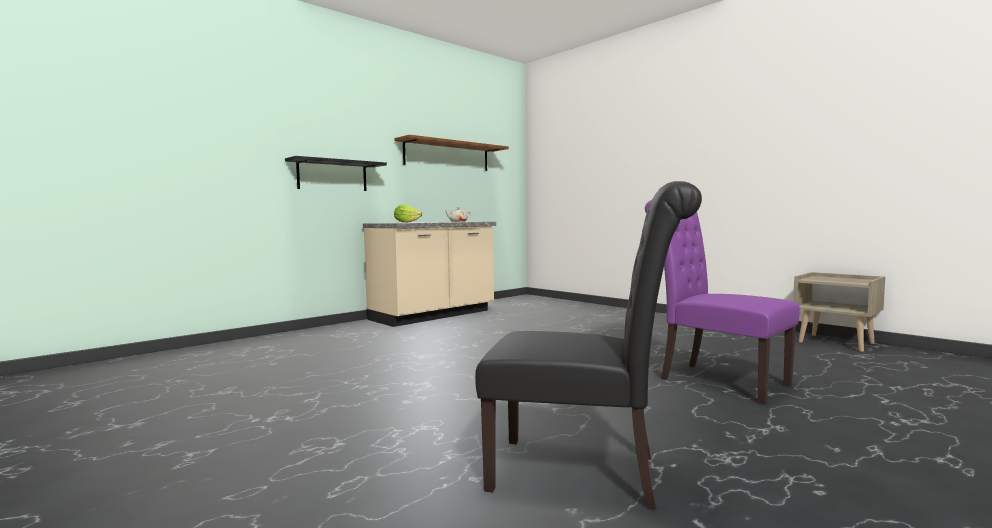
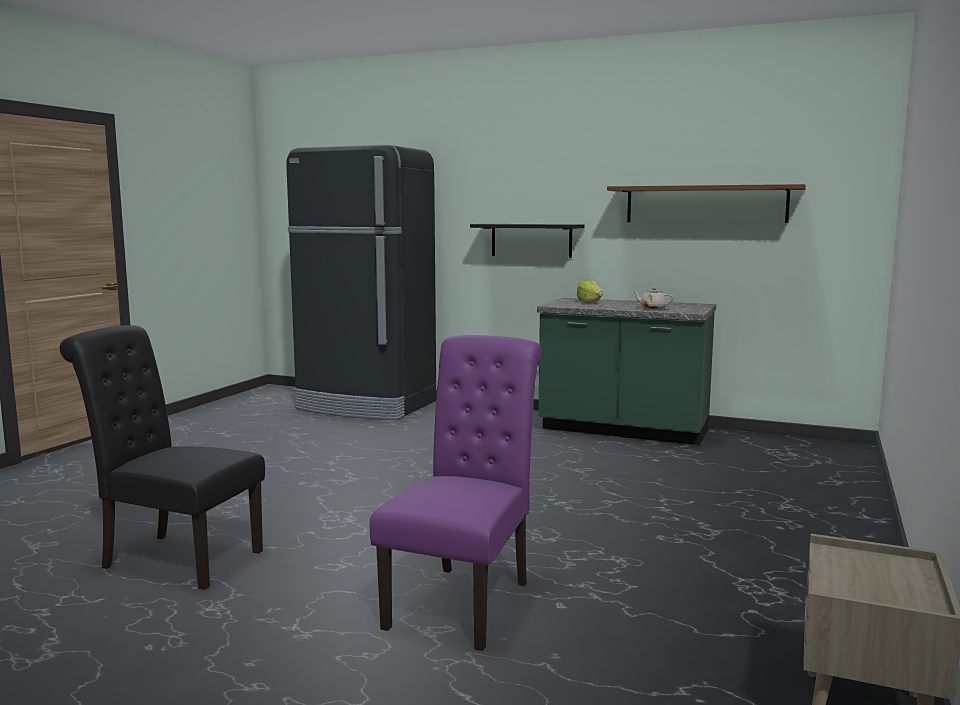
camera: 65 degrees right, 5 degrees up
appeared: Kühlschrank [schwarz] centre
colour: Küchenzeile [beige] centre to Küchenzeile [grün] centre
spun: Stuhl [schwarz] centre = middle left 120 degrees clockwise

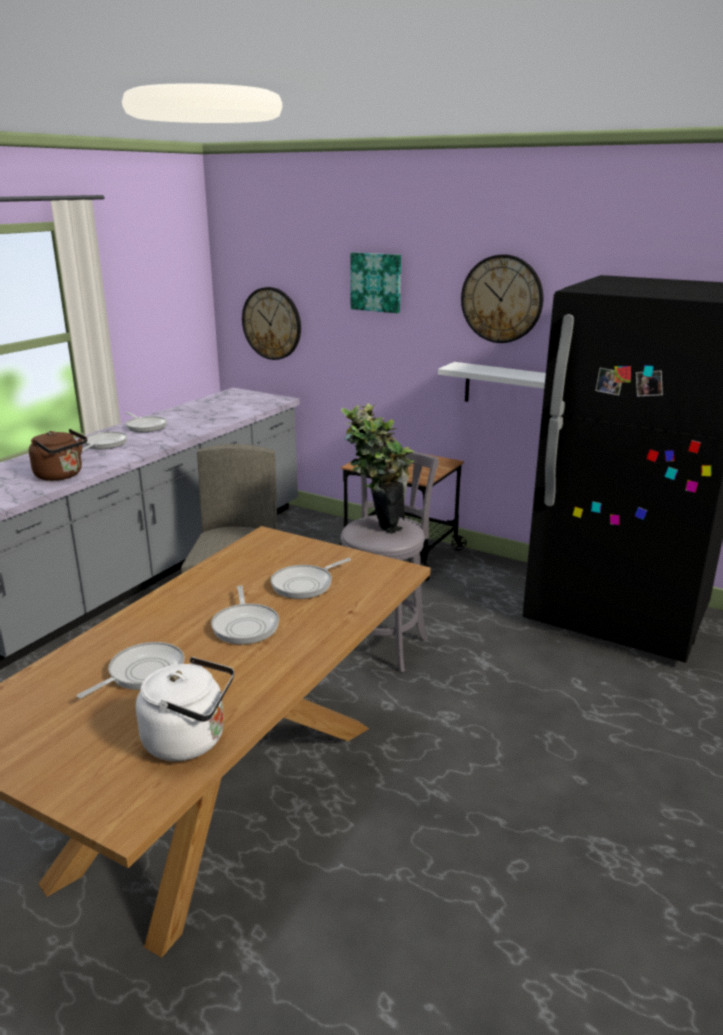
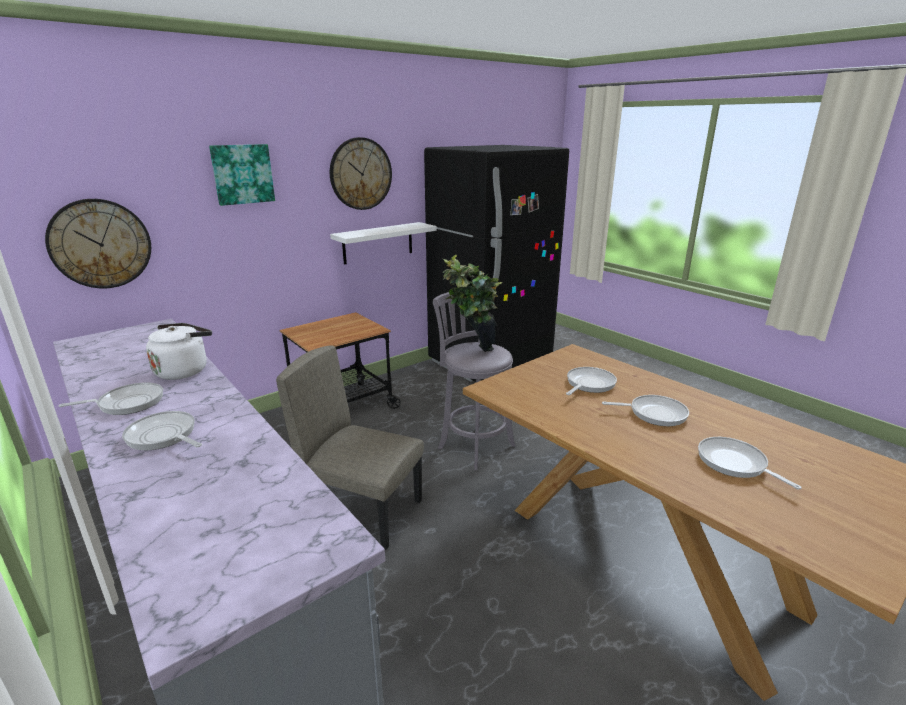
camera: 70 degrees left, 0 degrees up
missing: Wasserkessel [braun] middle left
relocated: Wasserkessel [weiß] bottom left to middle left
spun: Pfanne (no. 5 from left in the first image) centre = centre 120 degrees counterclockwise

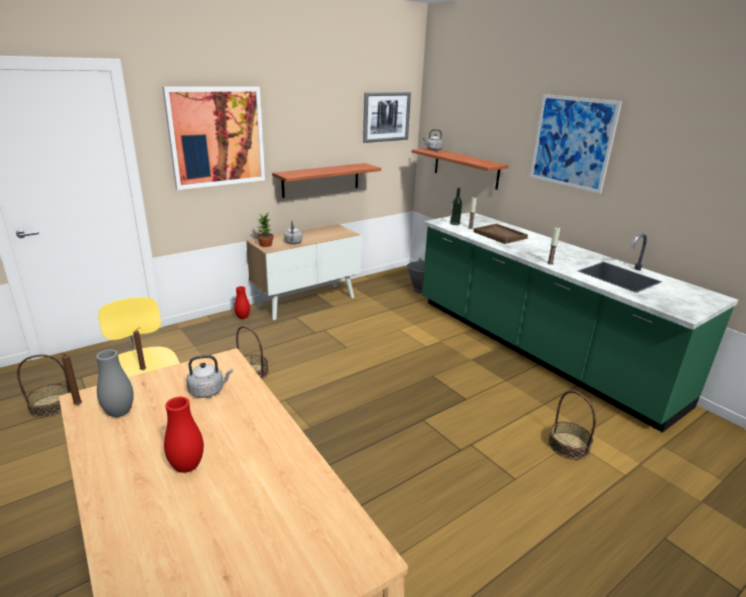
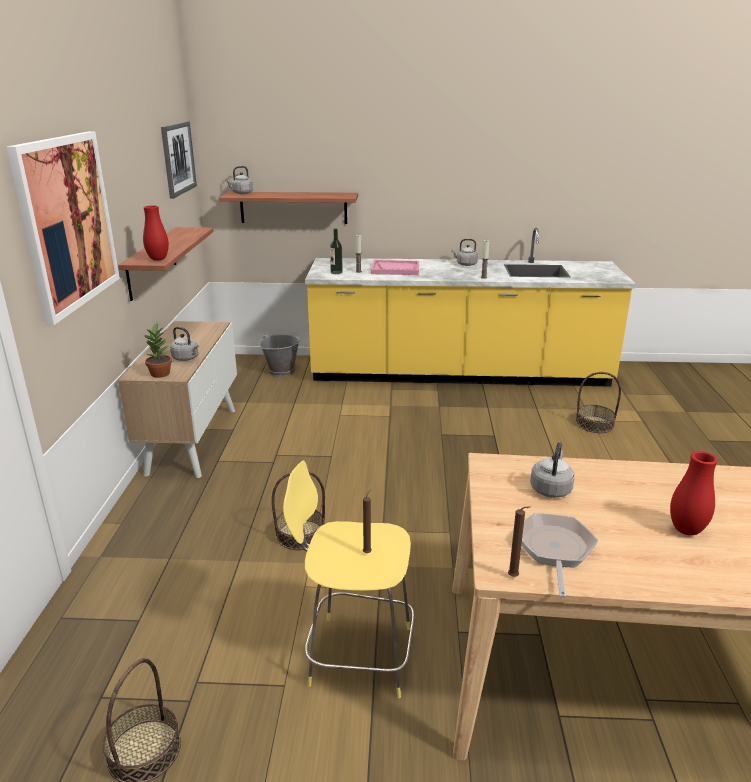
camera: 50 degrees left, 0 degrees up
missing: Bild (no. 3 from left) top right
appeared: Wasserkessel [grau] (no. 3 from left) top centre
relocated: Vase [rot] (no. 2 from left in the first image) middle left to Vase [rot] (no. 1 from left) top left
exchanged: Vase [grau] middle left to Pfanne bottom right
colour: Küchenzeile [grün] middle right to Küchenzeile [gelb] centre; Tablett [braun] middle right to Tablett [rosa] centre

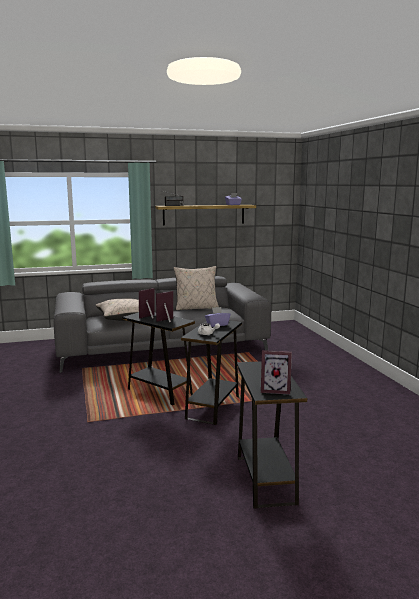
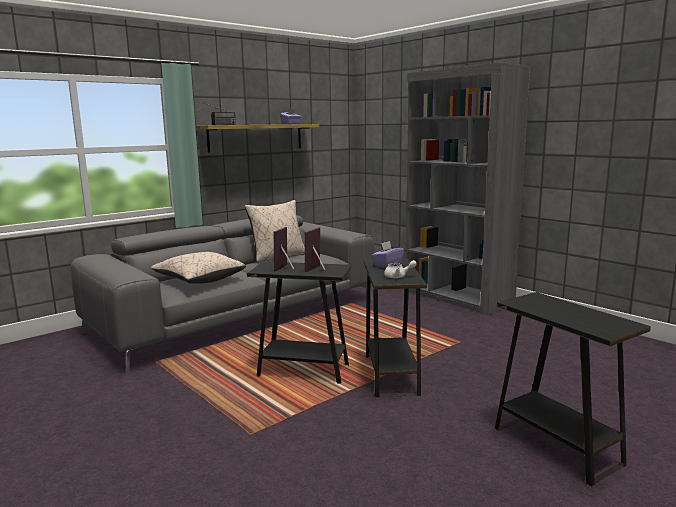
camera: 25 degrees left, 0 degrees up
missing: Bilderrahmen (no. 3 from left) centre
appeared: Bücherregal [grau] middle right

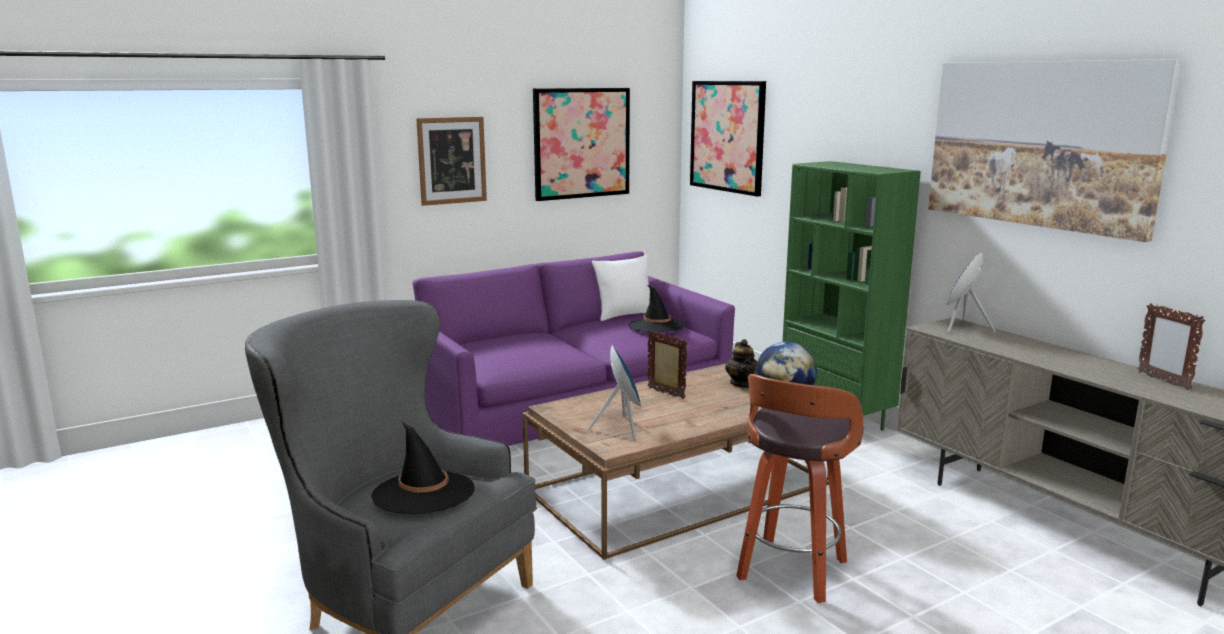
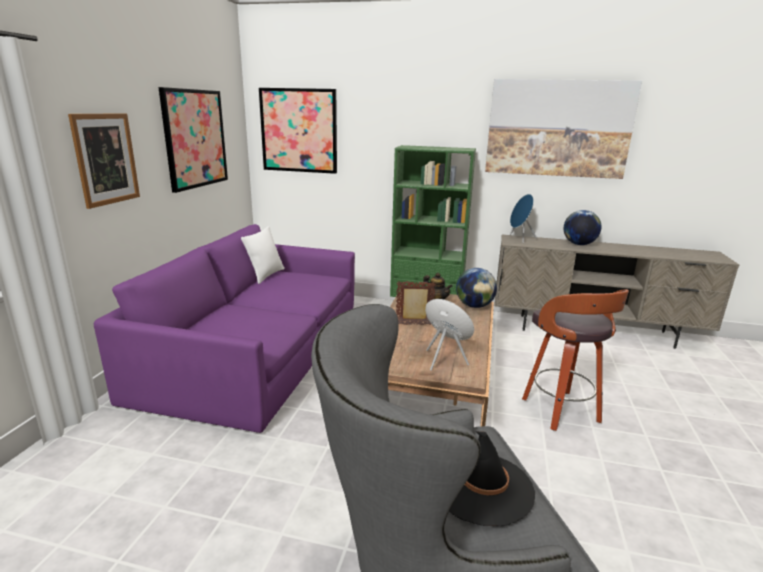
camera: 45 degrees left, 5 degrees up
missing: Hut [schwarz] (no. 2 from left) centre; Bilderrahmen (no. 2 from left) middle right
appeared: Globus (no. 2 from left) middle right

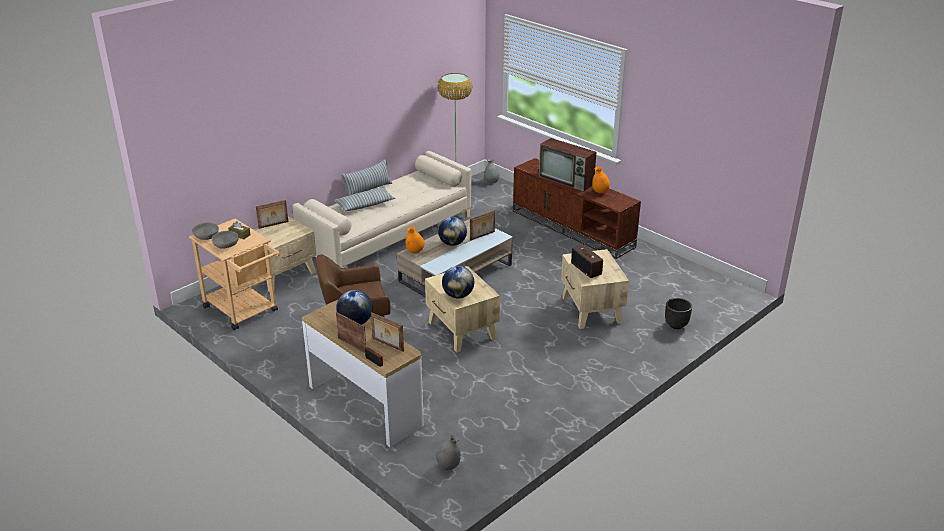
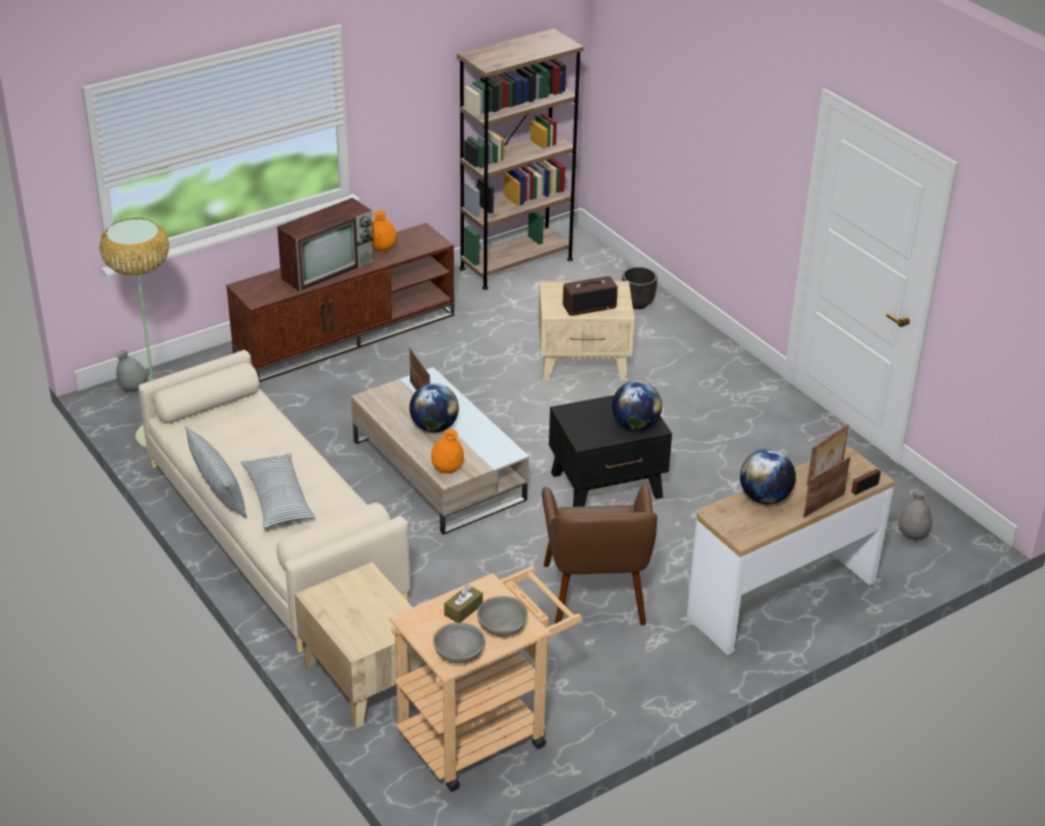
camera: 80 degrees left, 5 degrees up
missing: Bilderrahmen (no. 1 from left) middle left
appeared: Bücherregal [braun] top centre
colour: Beistelltisch [beige] (no. 2 from left) centre to Beistelltisch [schwarz] centre

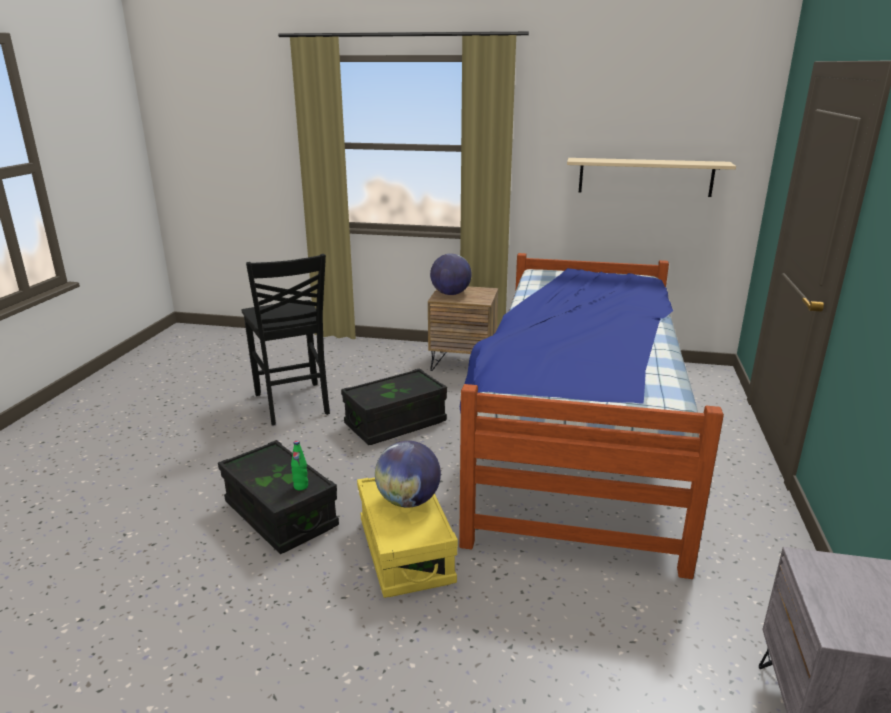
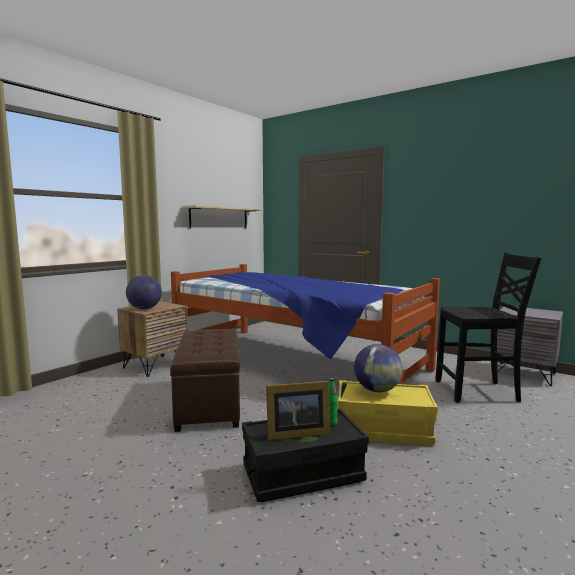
camera: 65 degrees left, 15 degrees down
appeared: Bilderrahmen bottom centre
relocated: Stuhl [schwarz] middle left to middle right
exchanged: Aufbewahrungsbox [schwarz] (no. 2 from left) centre to Polsterhocker [braun] centre

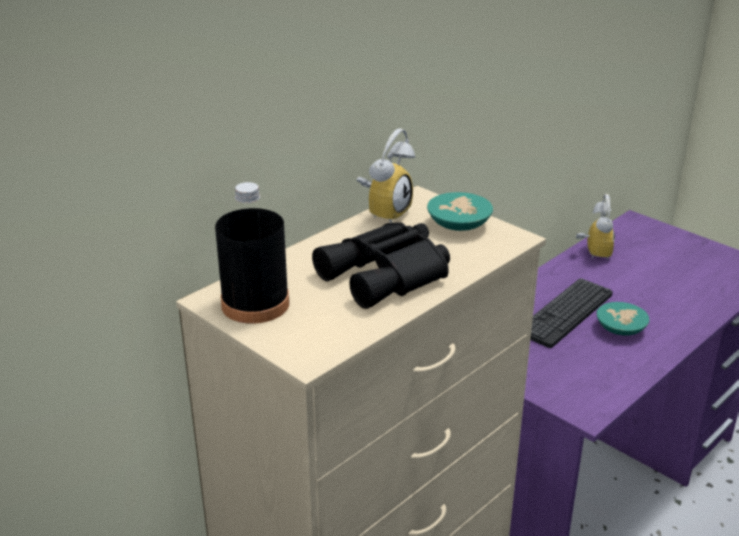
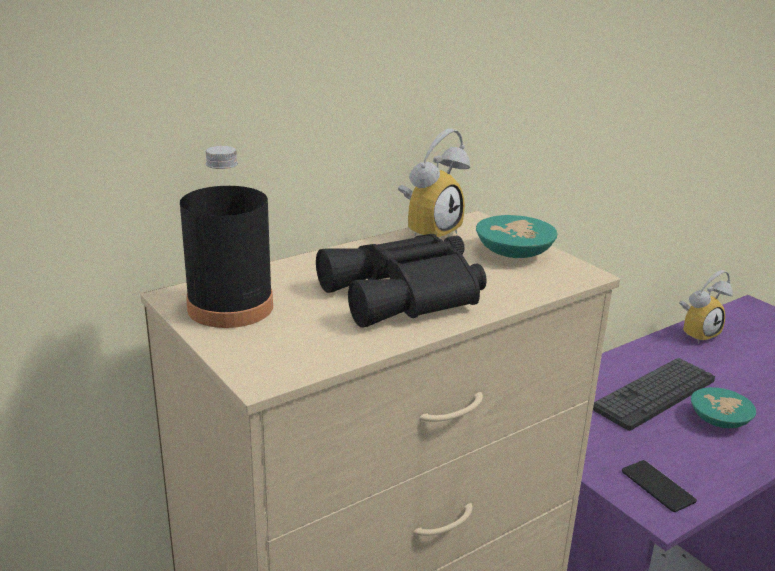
camera: 10 degrees right, 5 degrees down
appeared: Handy bottom right
spun: Wecker (no. 2 from left) middle right = middle right 45 degrees clockwise

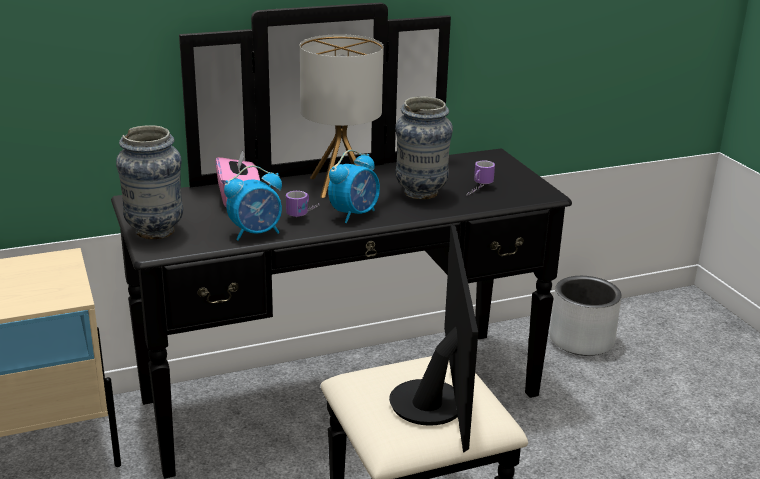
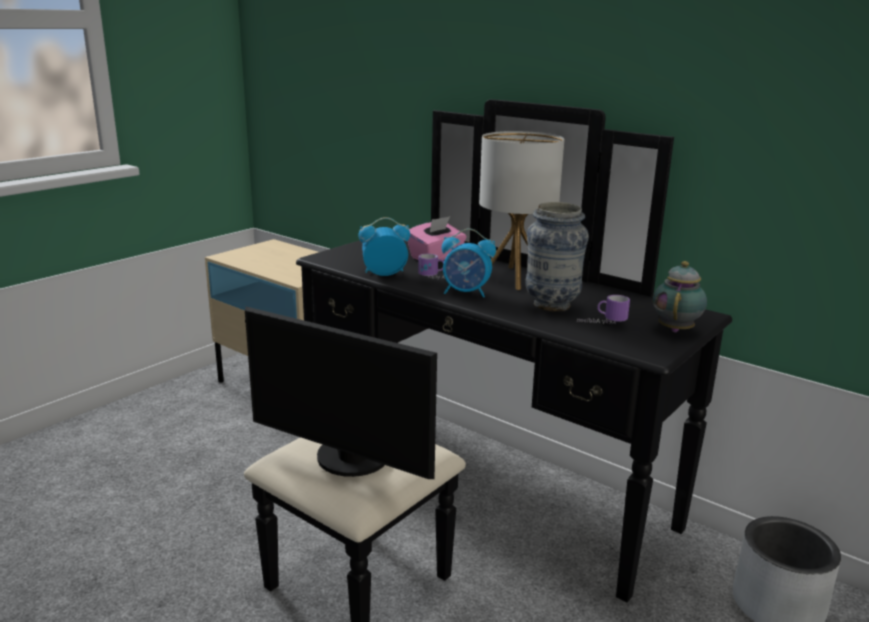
camera: 60 degrees right, 5 degrees down
missing: Vase (no. 1 from left) middle left
appeared: Teekanne middle right
spun: Wecker (no. 1 from left) middle left = centre 135 degrees clockwise; Monitor bottom centre = centre 60 degrees clockwise

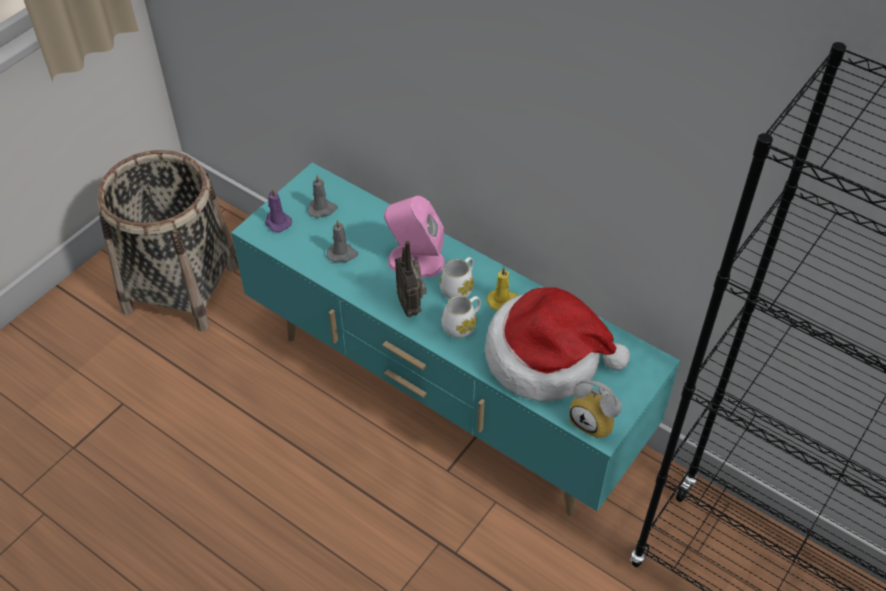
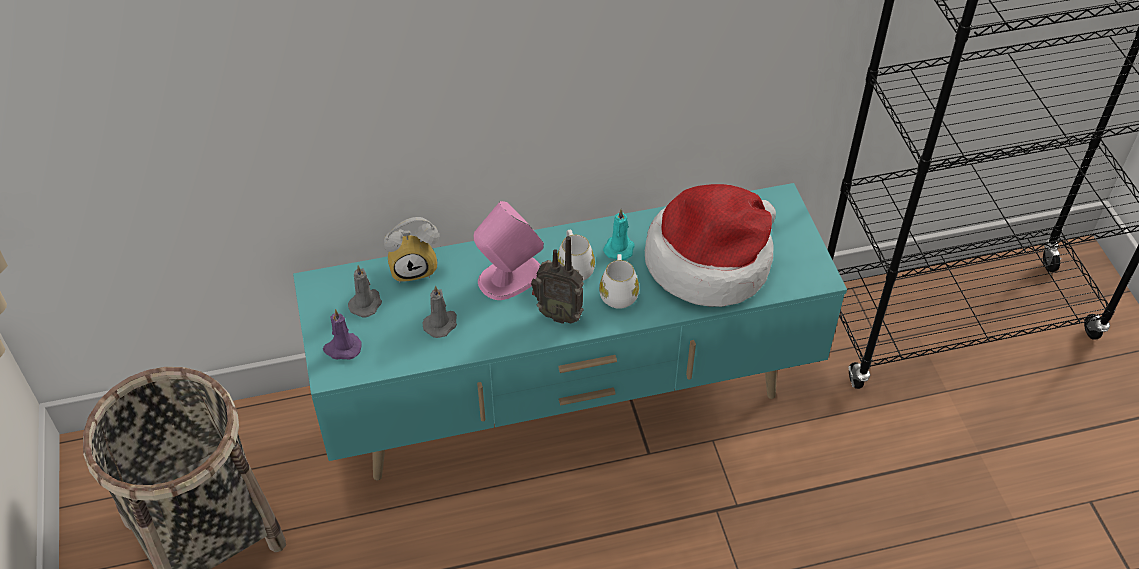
camera: 50 degrees left, 0 degrees up
relocated: Wecker bottom right to centre
colour: Kerze [gelb] centre to Kerze [türkis] centre

